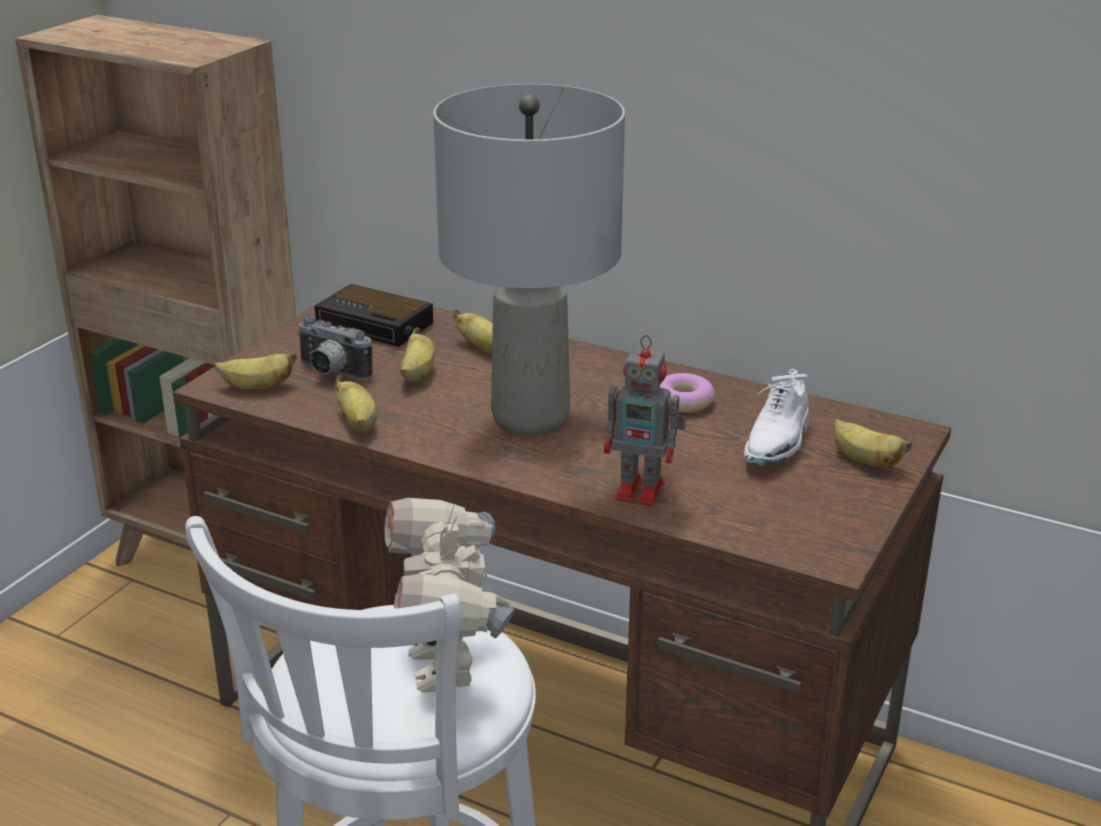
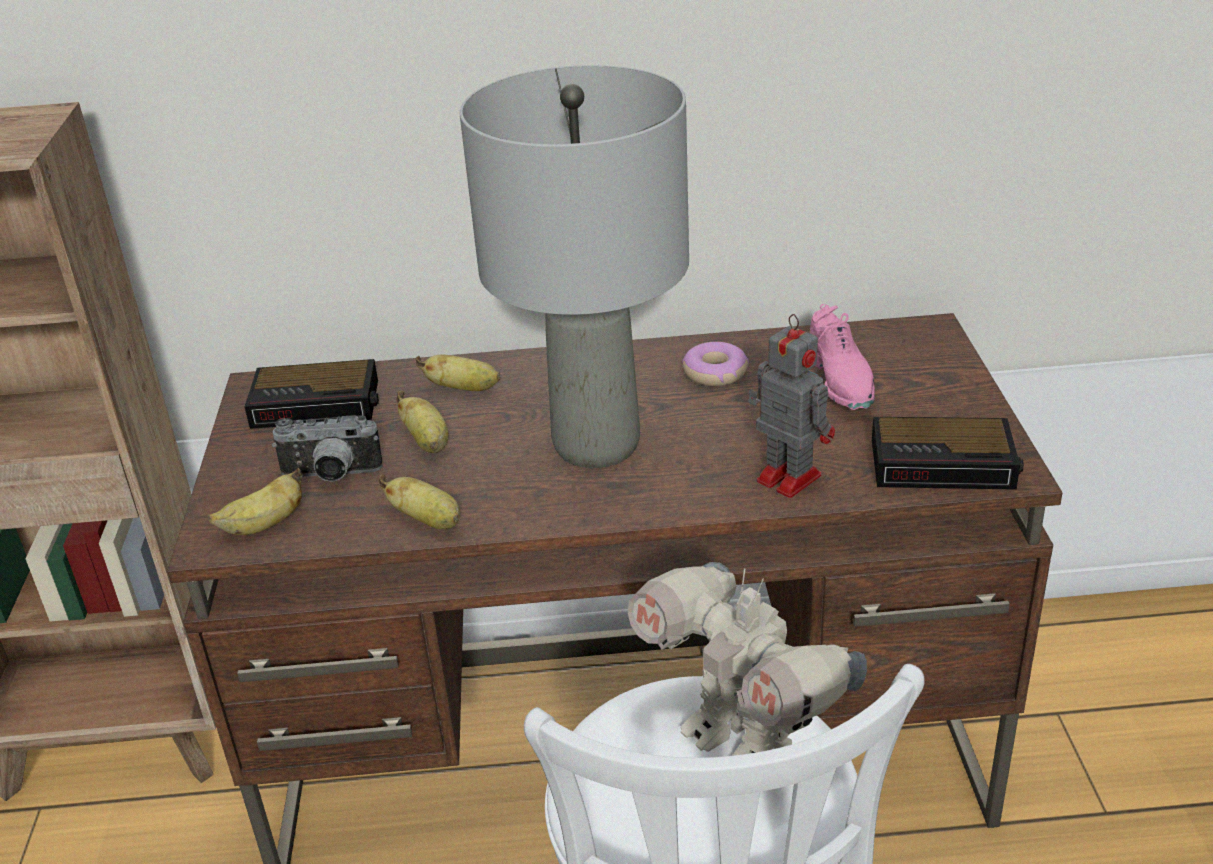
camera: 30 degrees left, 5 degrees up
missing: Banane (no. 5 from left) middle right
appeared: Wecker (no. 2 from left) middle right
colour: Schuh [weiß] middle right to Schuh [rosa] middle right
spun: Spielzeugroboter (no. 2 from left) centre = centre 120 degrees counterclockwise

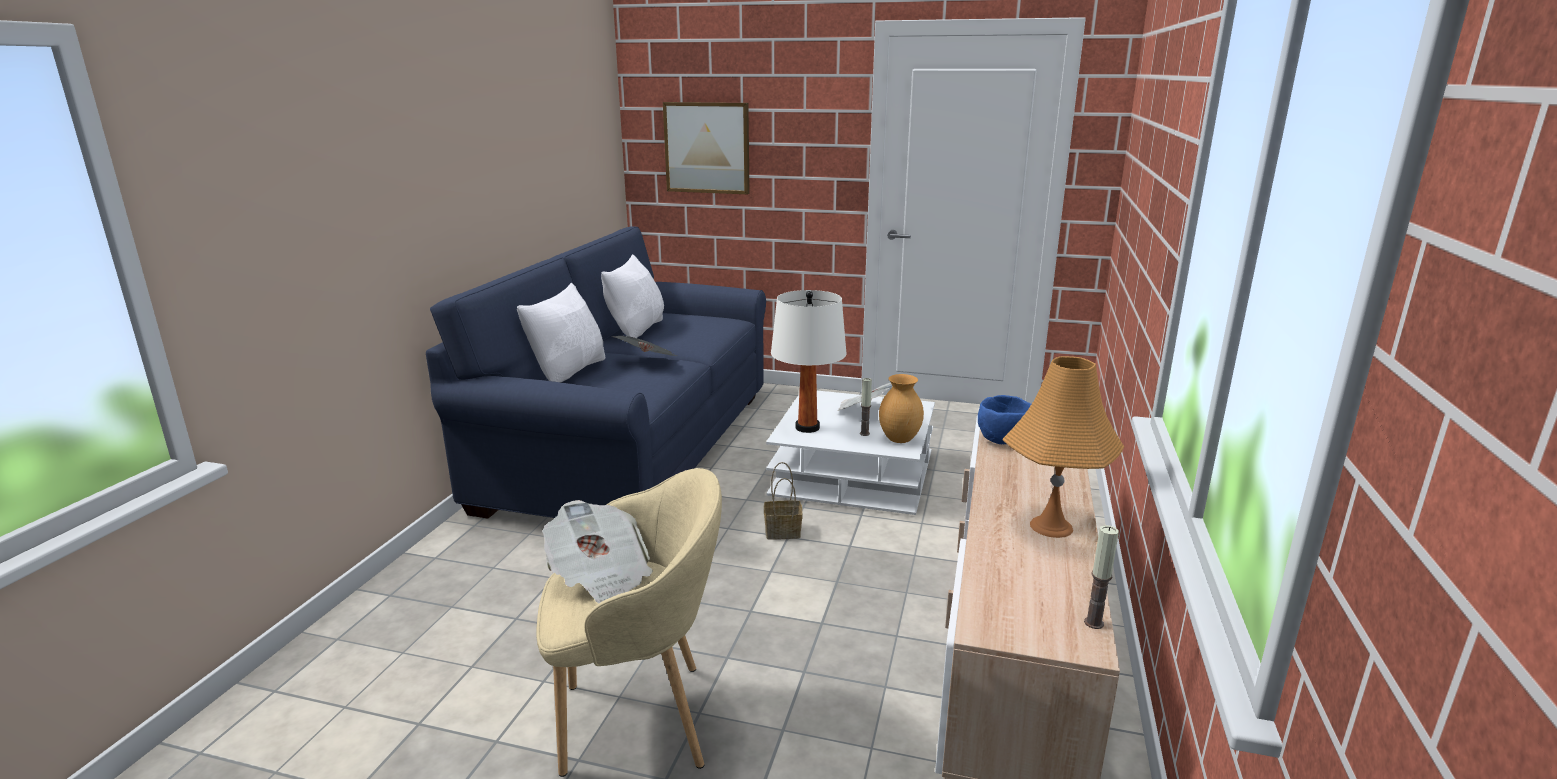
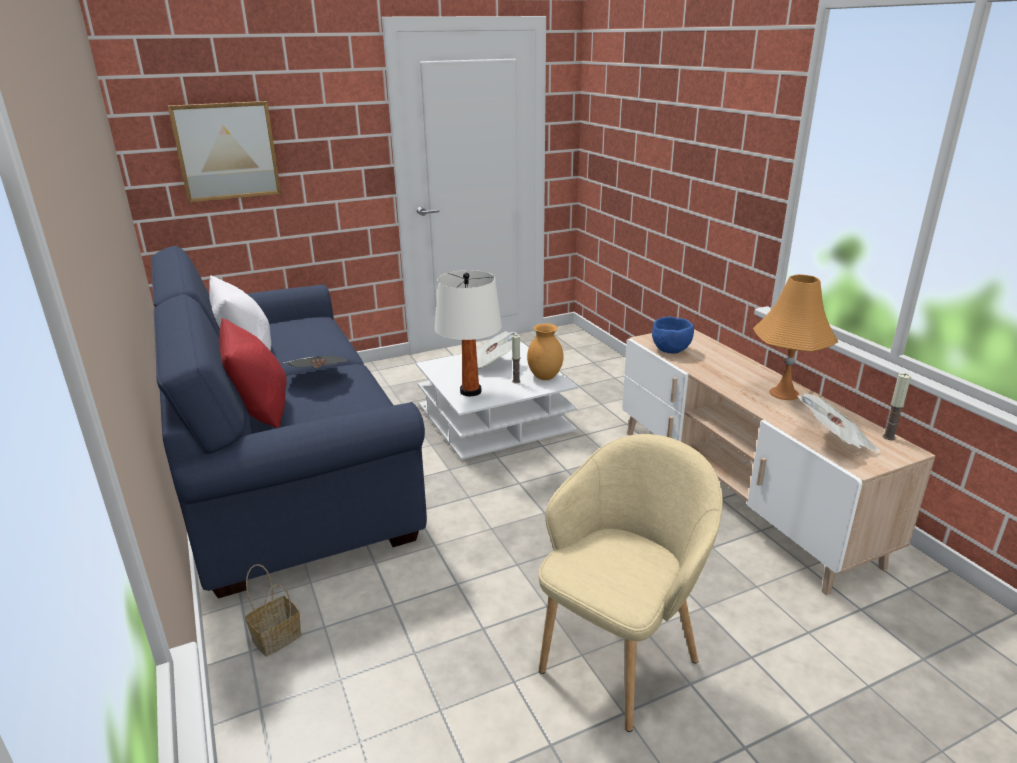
camera: 40 degrees left, 5 degrees up
relocated: Korb centre to bottom left; Zeitung (no. 1 from left in the first image) bottom centre to Zeitung (no. 3 from left) middle right
colour: Kissen [weiß] (no. 1 from left) centre to Kissen [rot] middle left

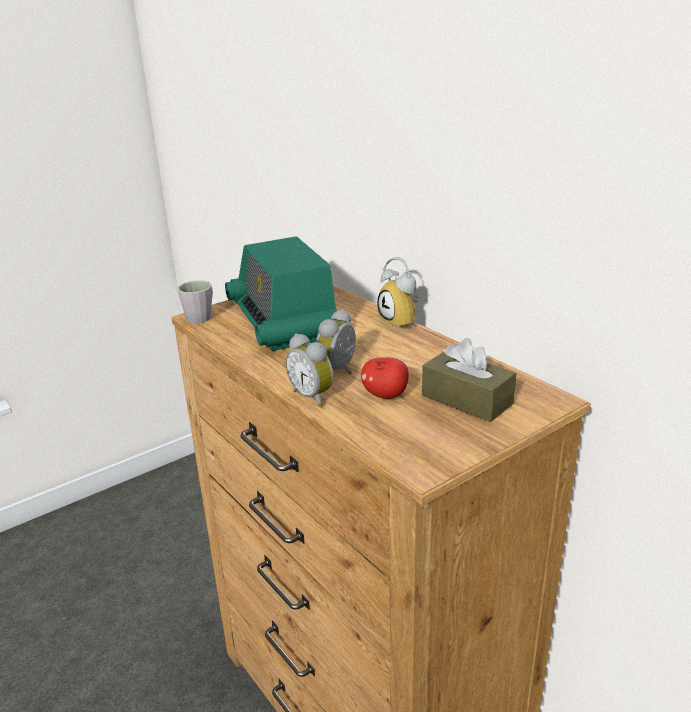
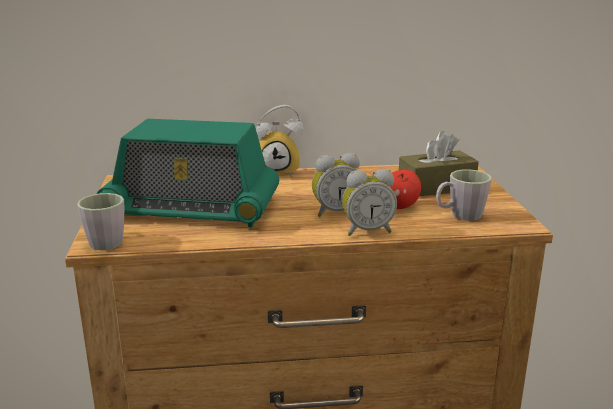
camera: 60 degrees left, 5 degrees down
appeared: Henkelbecher [grau] (no. 2 from left) middle right
spun: Wecker (no. 2 from left) centre = centre 75 degrees counterclockwise

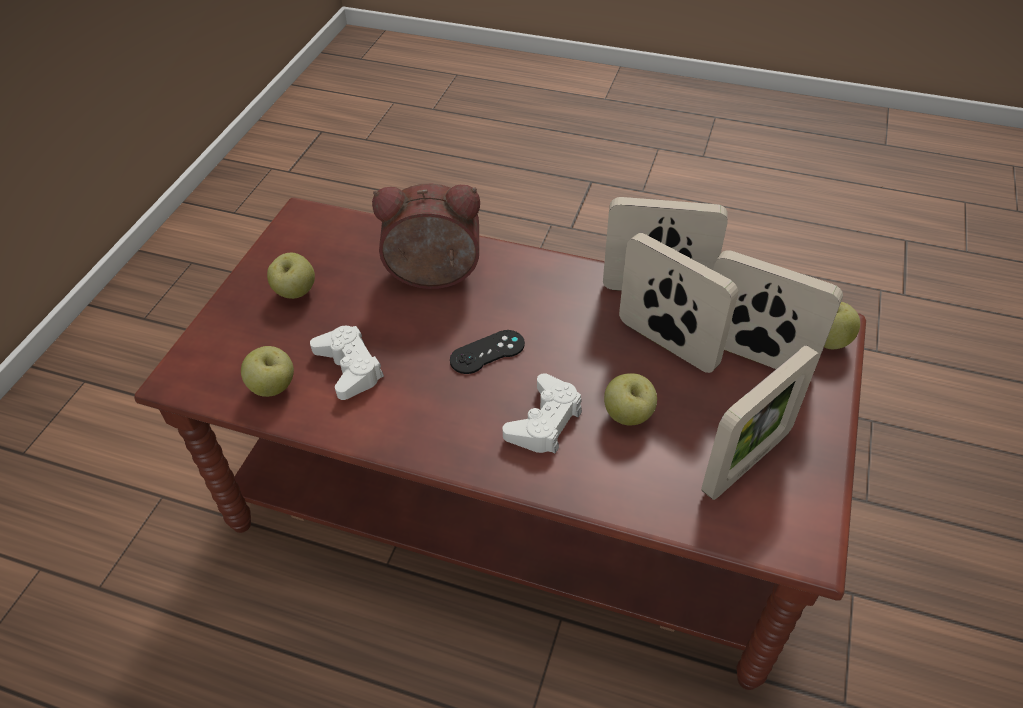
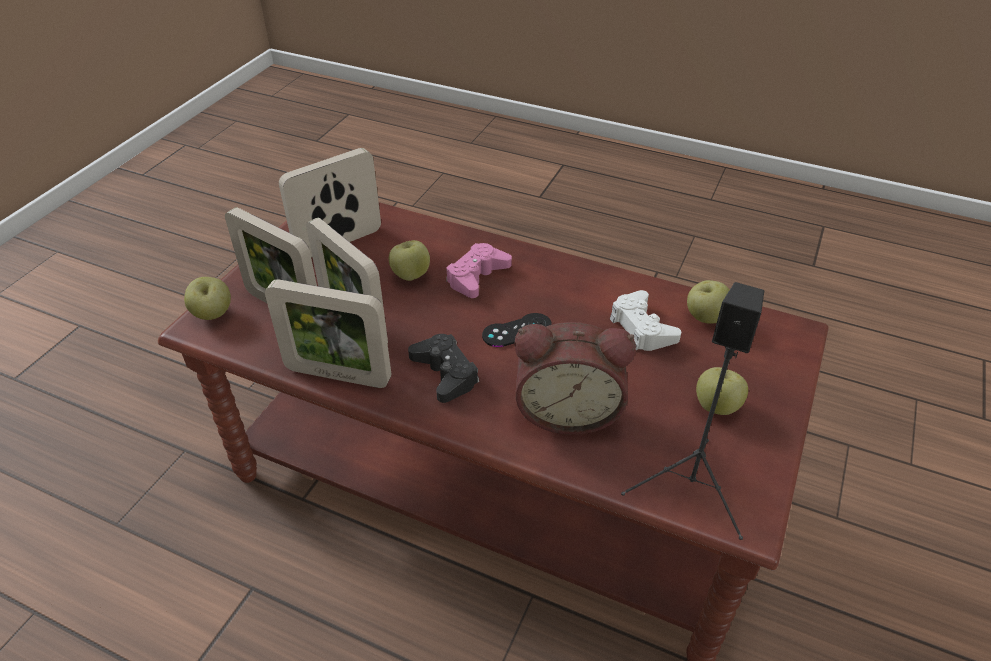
camera: 175 degrees left, 5 degrees down
appeared: Lautsprecher [schwarz] middle right; Gamepad [schwarz] (no. 1 from left) centre
colour: Gamepad [weiß] (no. 2 from left) centre to Gamepad [rosa] centre

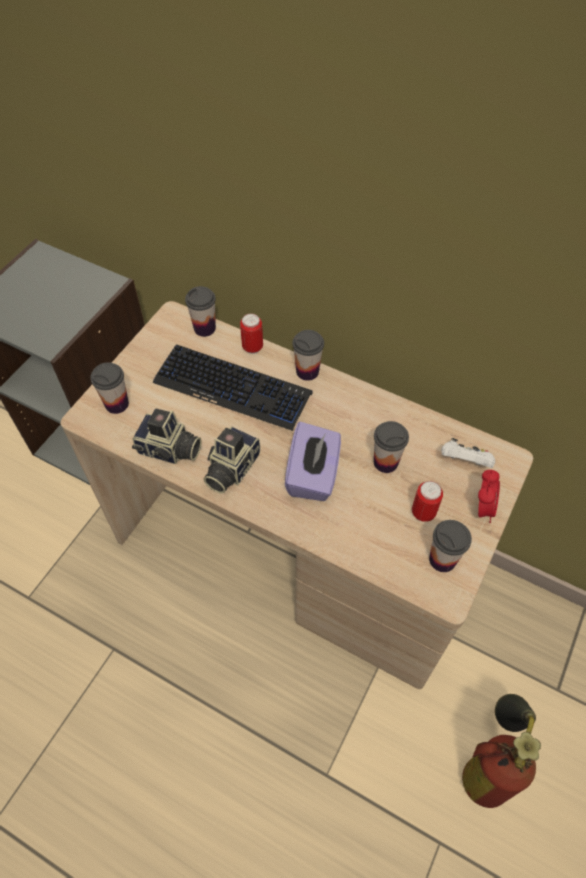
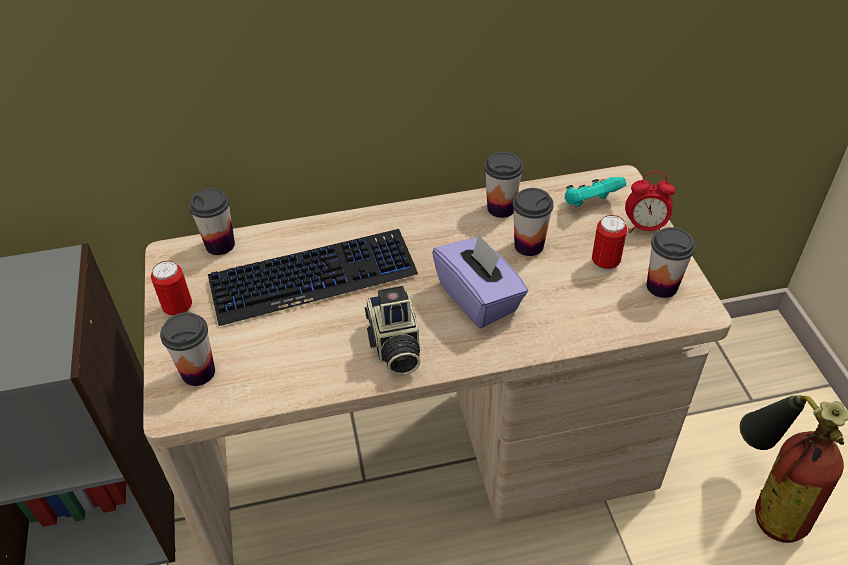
camera: 40 degrees left, 10 degrees down
missing: Kamera (no. 1 from left) middle left
relocated: Dose (no. 1 from left) centre to middle left; Tasse (no. 3 from left) centre to top centre
colour: Gamepad [weiß] middle right to Gamepad [türkis] middle right
spun: Wecker middle right = middle right 120 degrees clockwise

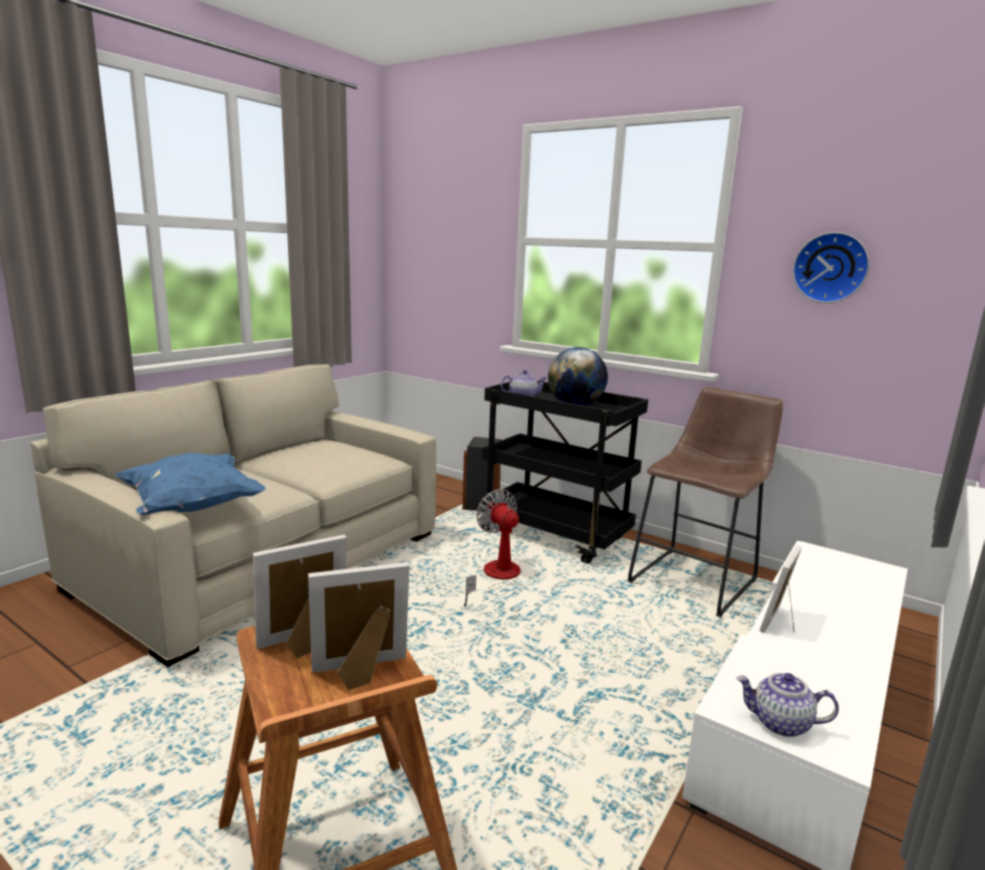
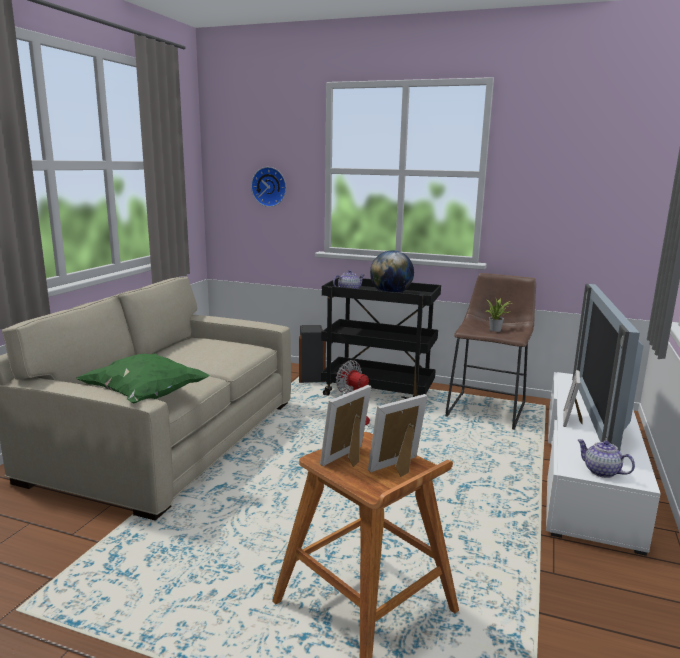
camera: 15 degrees left, 0 degrees up
appeared: Fernseher middle right; Topfpflanze middle right
relocated: Wanduhr top right to top centre
colour: Kissen [blau] middle left to Kissen [grün] middle left
spun: Teekanne (no. 2 from left) bottom right = bottom right 45 degrees clockwise

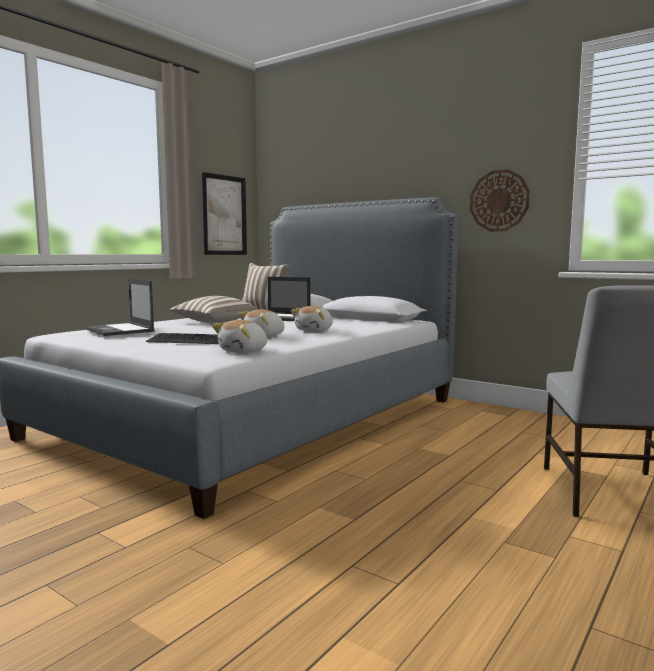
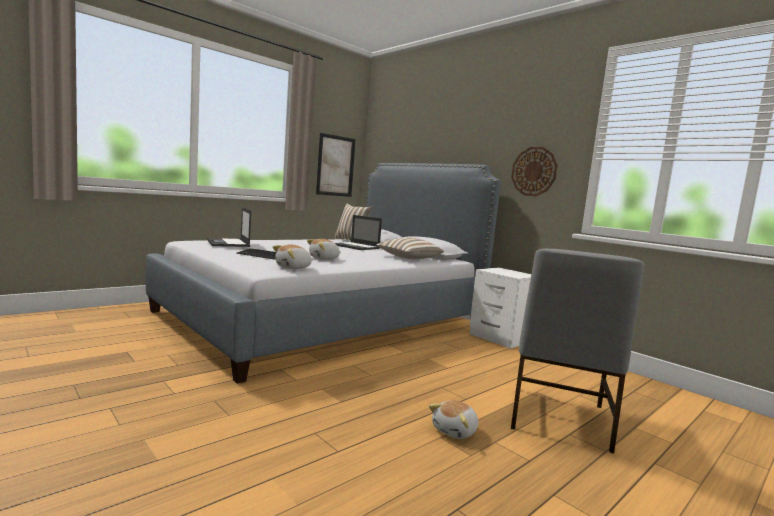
camera: 10 degrees right, 0 degrees up
appeared: Nachttisch [weiß] centre
relocated: Kissen (no. 1 from left in the first image) middle left to Kissen (no. 2 from left) centre; Plüschtier (no. 3 from left) centre to bottom centre

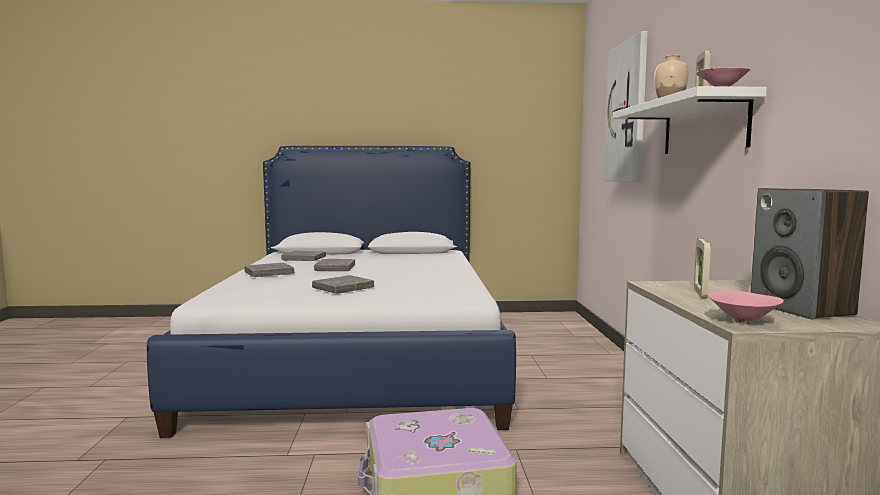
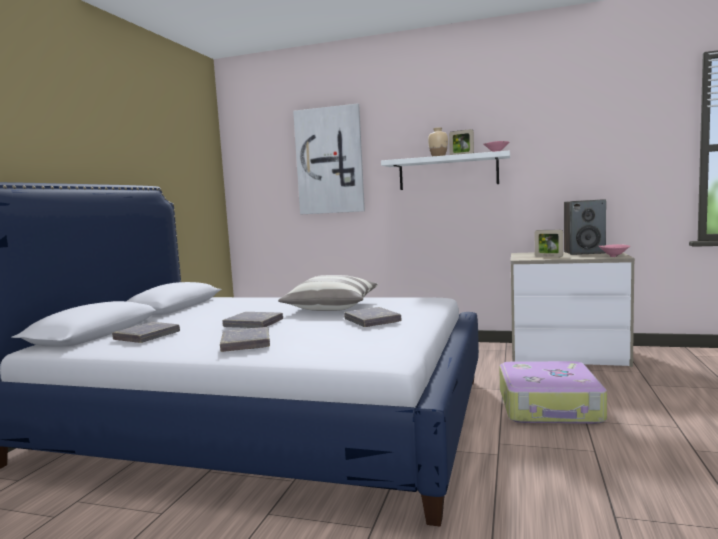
camera: 70 degrees left, 0 degrees up
appeared: Kissen centre

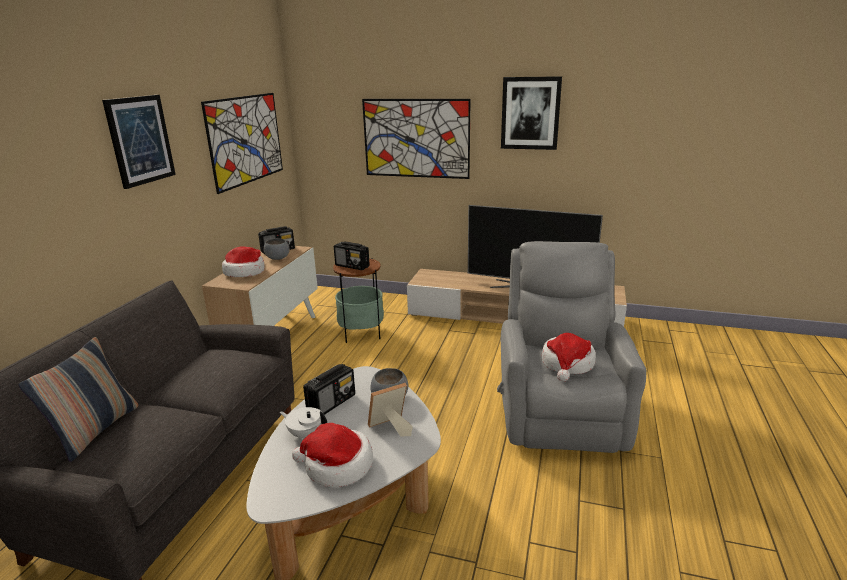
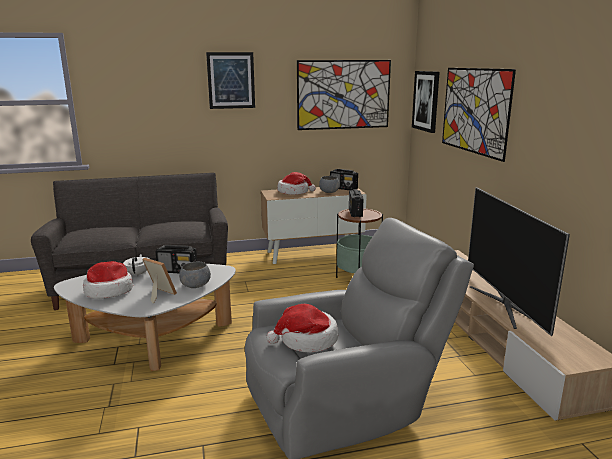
camera: 60 degrees right, 5 degrees down
missing: Kissen bottom left
relocated: Bild (no. 4 from left in the first image) top centre to Bild (no. 3 from left) top right

